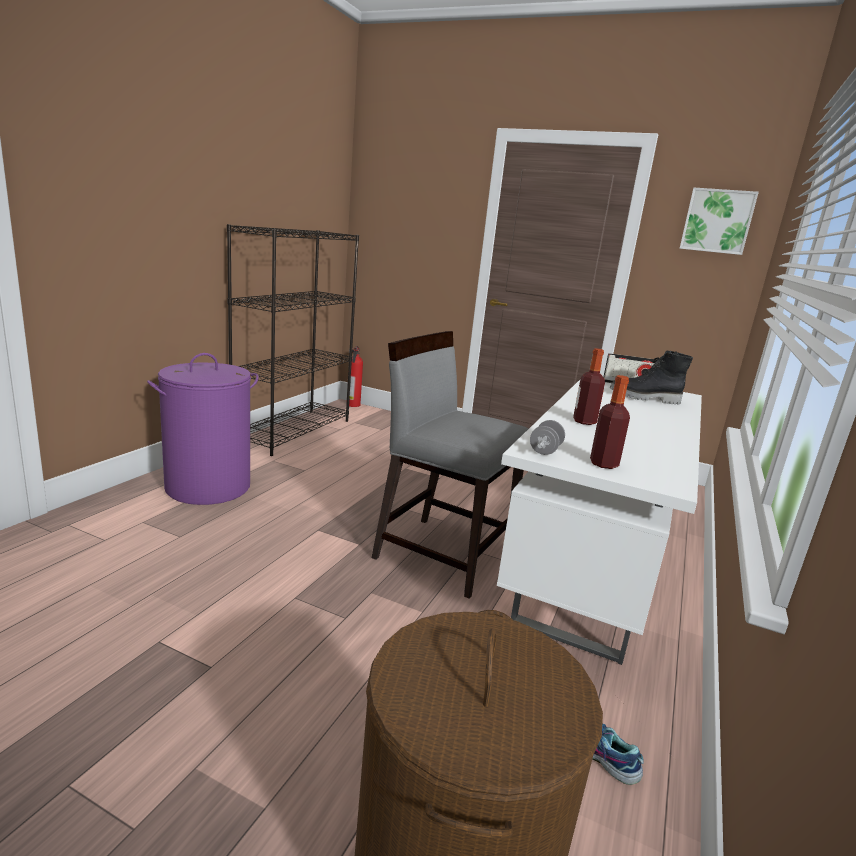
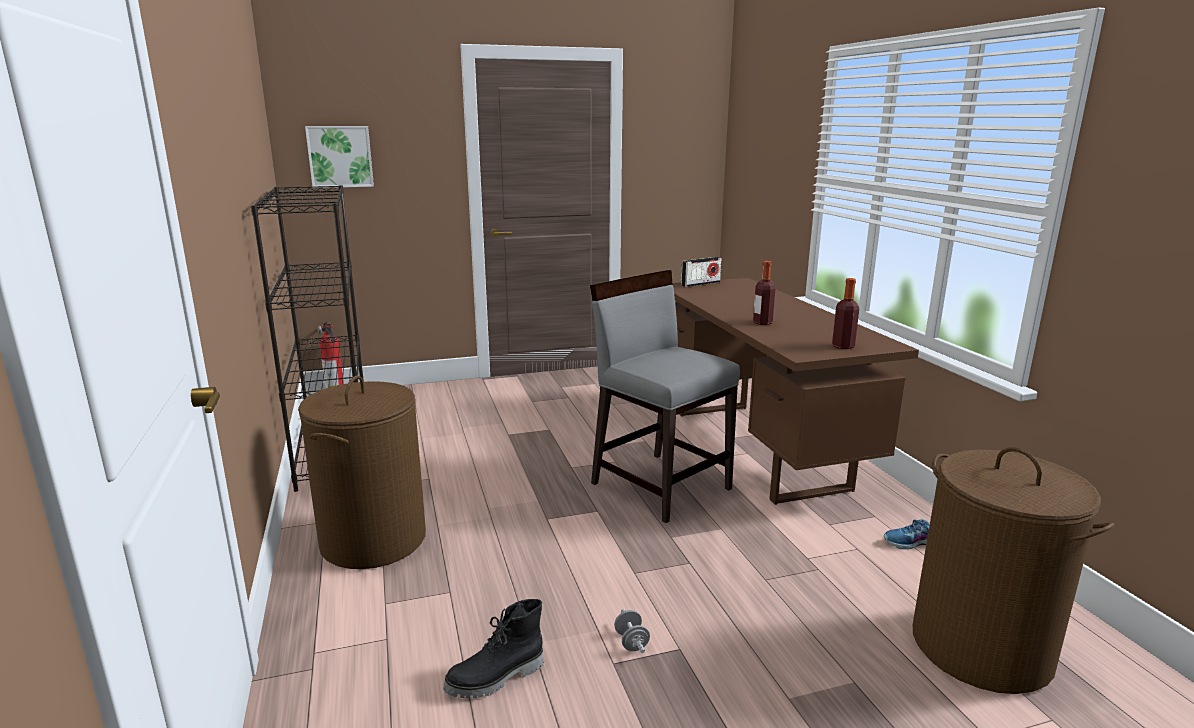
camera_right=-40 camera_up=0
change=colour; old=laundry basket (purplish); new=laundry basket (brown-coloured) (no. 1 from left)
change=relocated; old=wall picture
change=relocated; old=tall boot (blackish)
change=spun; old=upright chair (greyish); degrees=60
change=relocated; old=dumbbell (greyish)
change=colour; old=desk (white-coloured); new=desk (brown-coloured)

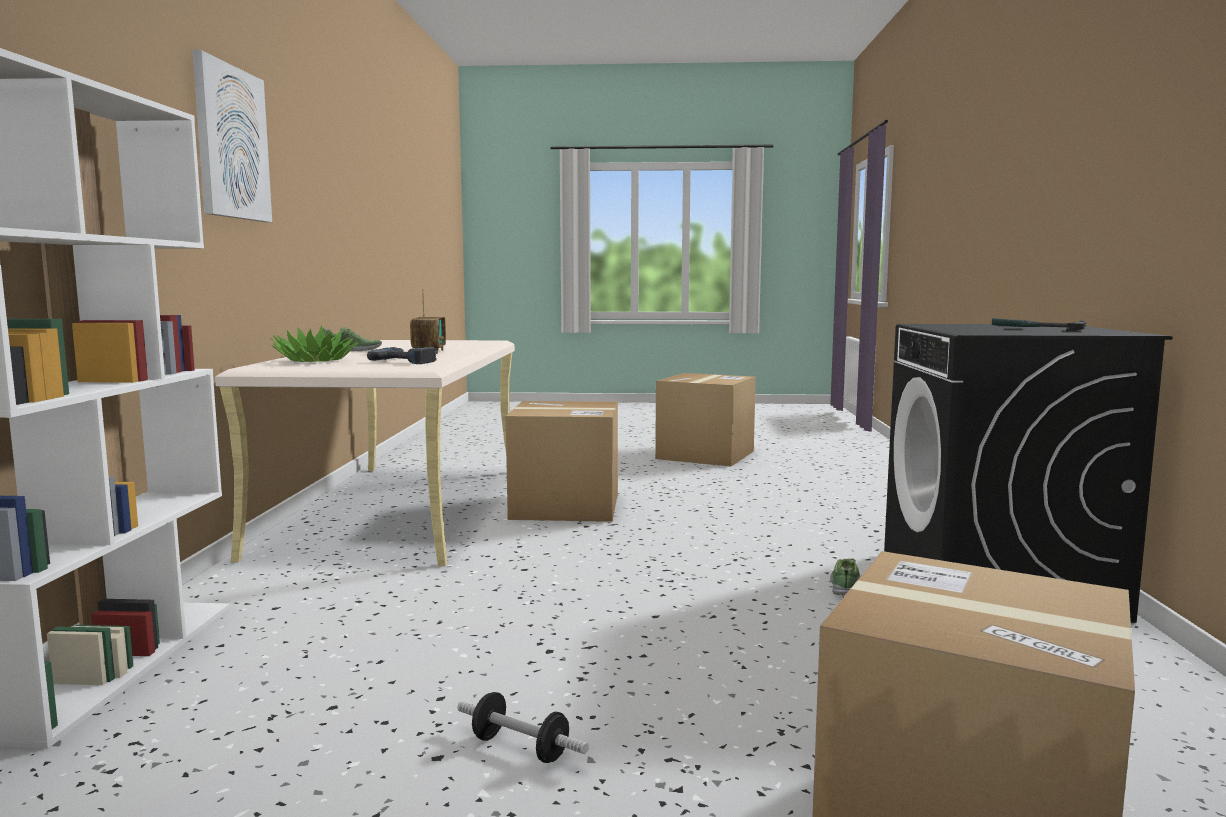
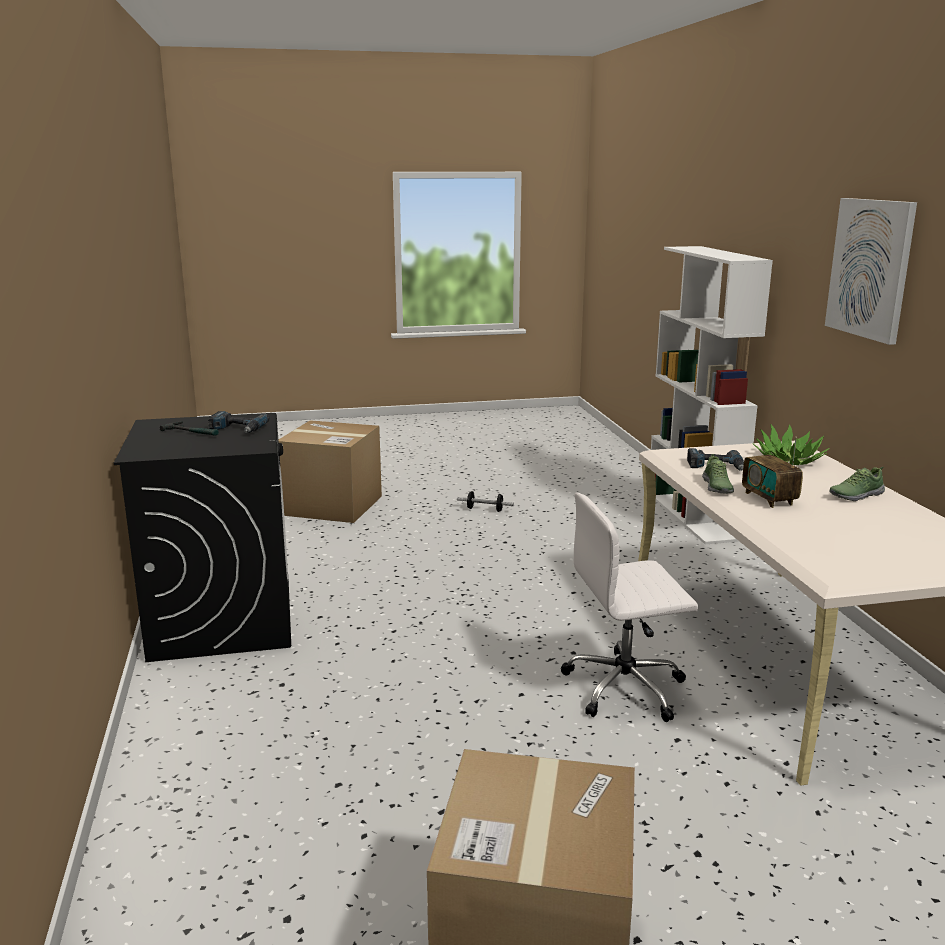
camera_right=165 camera_up=10
change=appeared; new=drill (no. 1 from left)
change=exchanged; old=carton (no. 1 from left); new=office chair (white-coloured)
change=relocated; old=shoe (no. 2 from left in the first image); new=shoe (no. 1 from left)

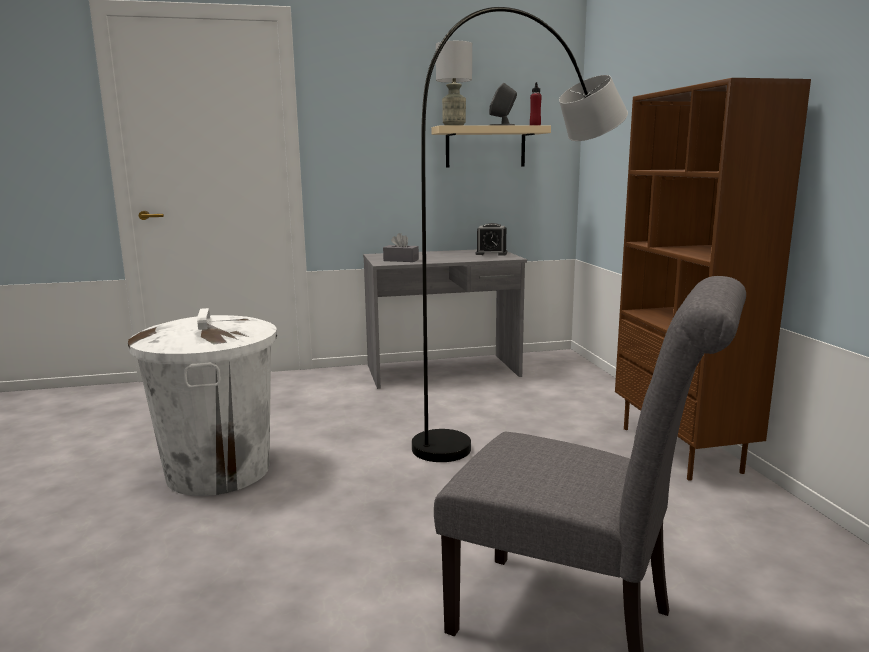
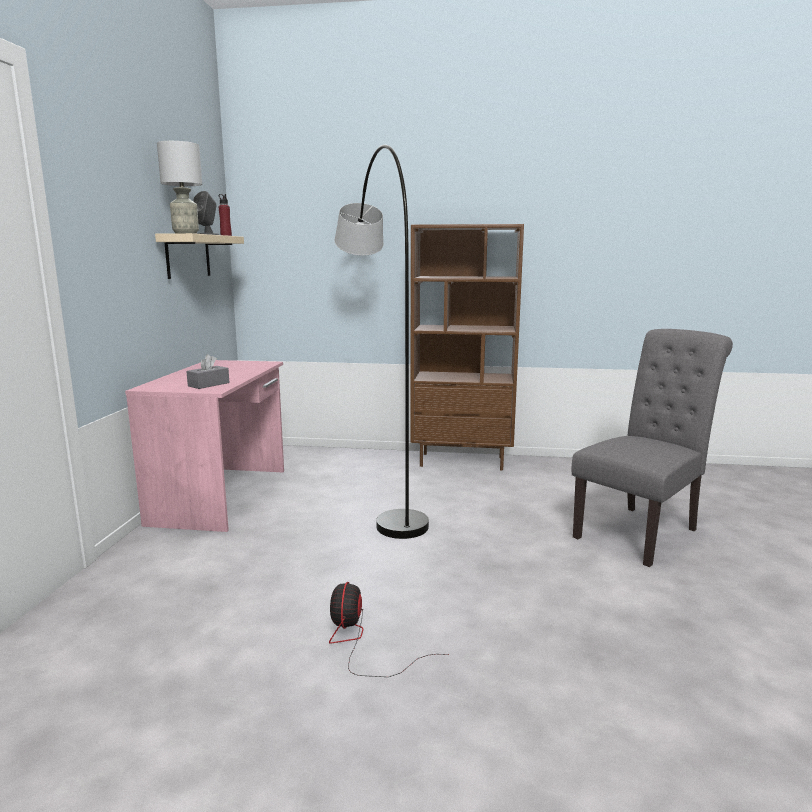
camera_right=-70 camera_up=0
change=colour; old=desk (greyish); new=desk (pink)
change=exchanged; old=waste bin (white-coloured); new=electric fan
change=missing; old=bedside clock

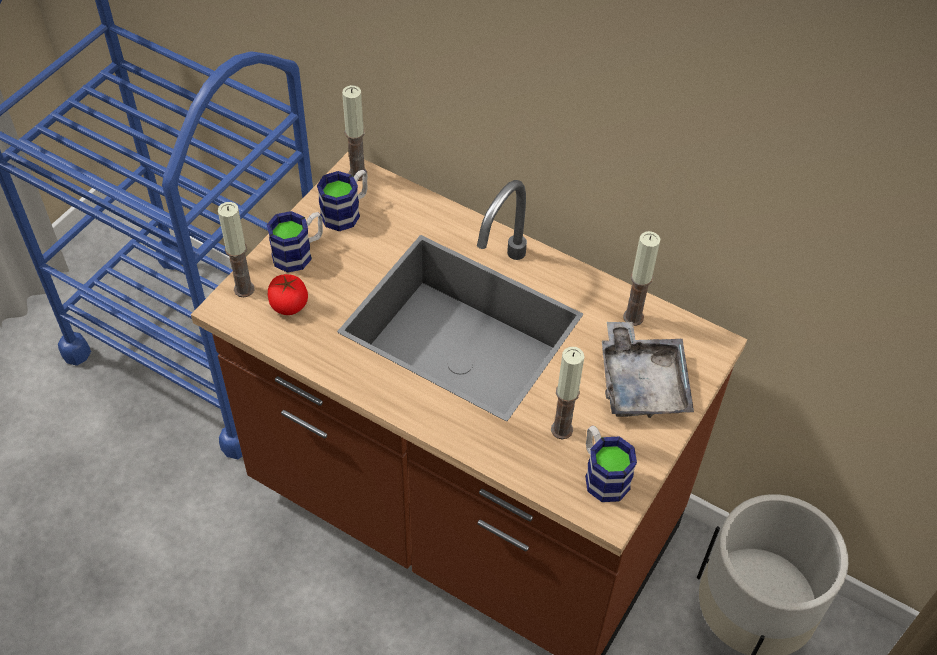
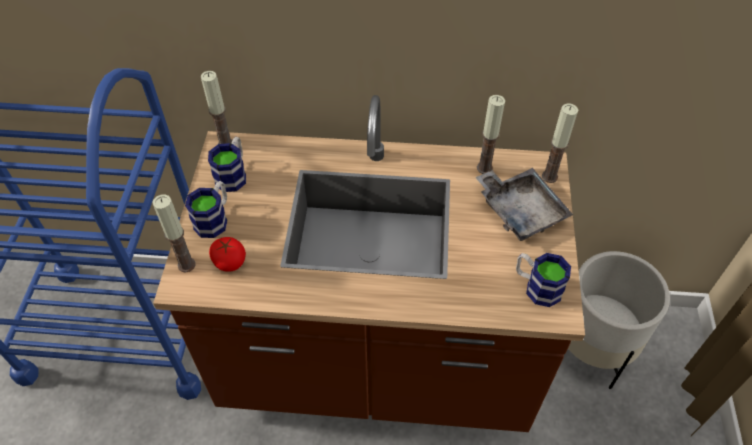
camera_right=-25 camera_up=0
change=relocated; old=candle (no. 3 from left in the first image); new=candle (no. 4 from left)

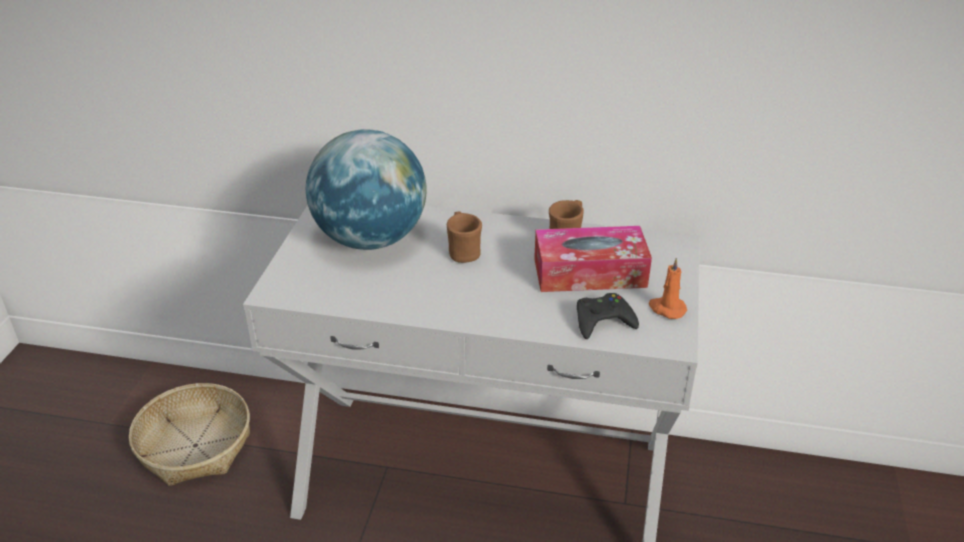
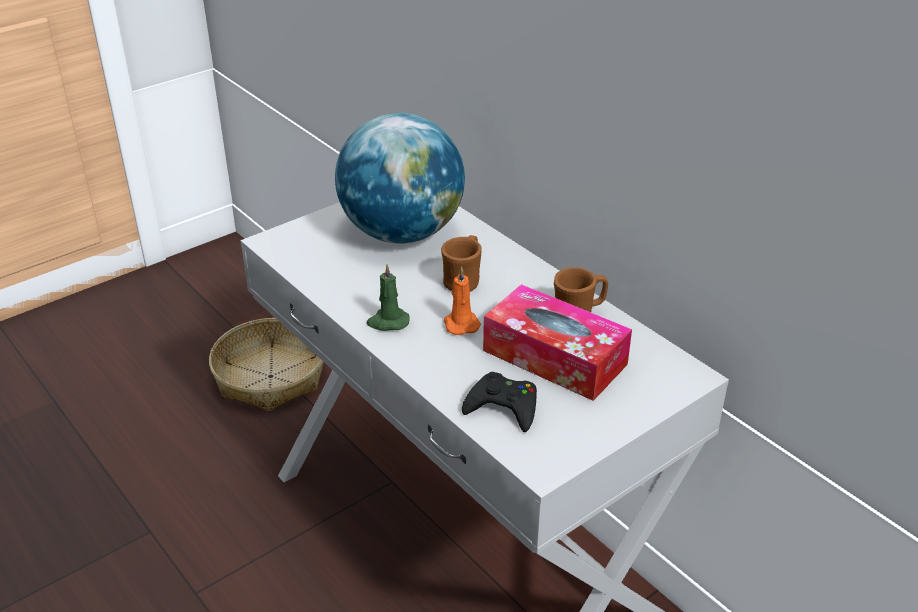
camera_right=40 camera_up=0
change=appeared; new=candle (green-coloured)
change=relocated; old=candle (orange)

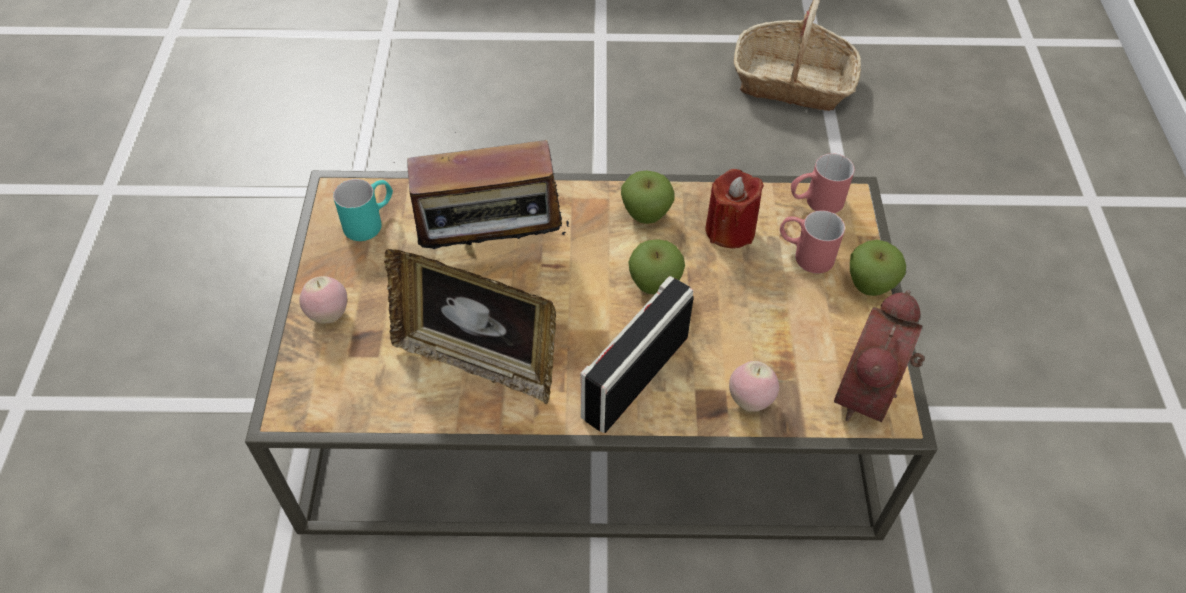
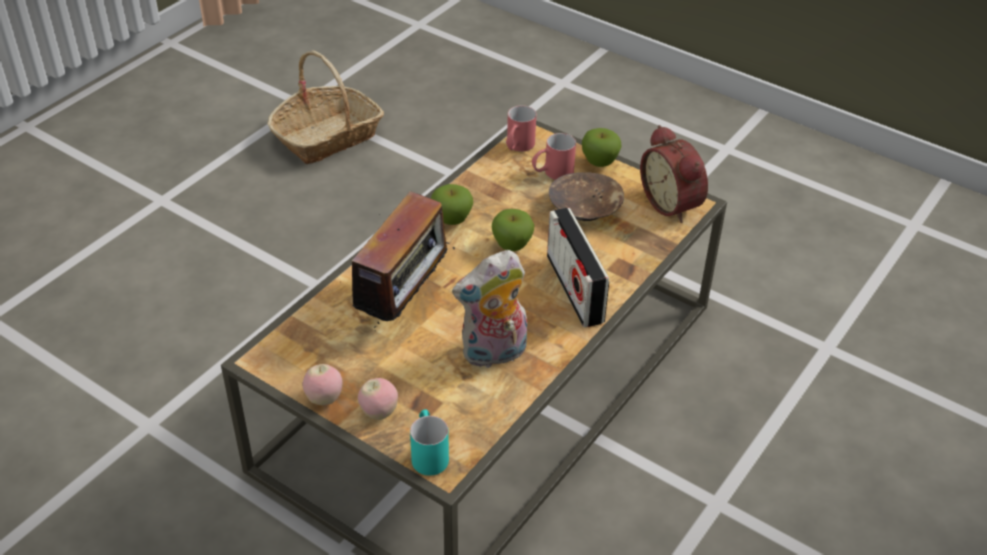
camera_right=-55 camera_up=-10
change=relocated; old=apple (no. 4 from left in the first image); new=apple (no. 1 from left)
change=relocated; old=coffee mug (blue-green)
change=exchanged; old=picture frame; new=cuddly toy
change=appeared; new=deep dish (brown-coloured)
change=missing; old=candle (red)

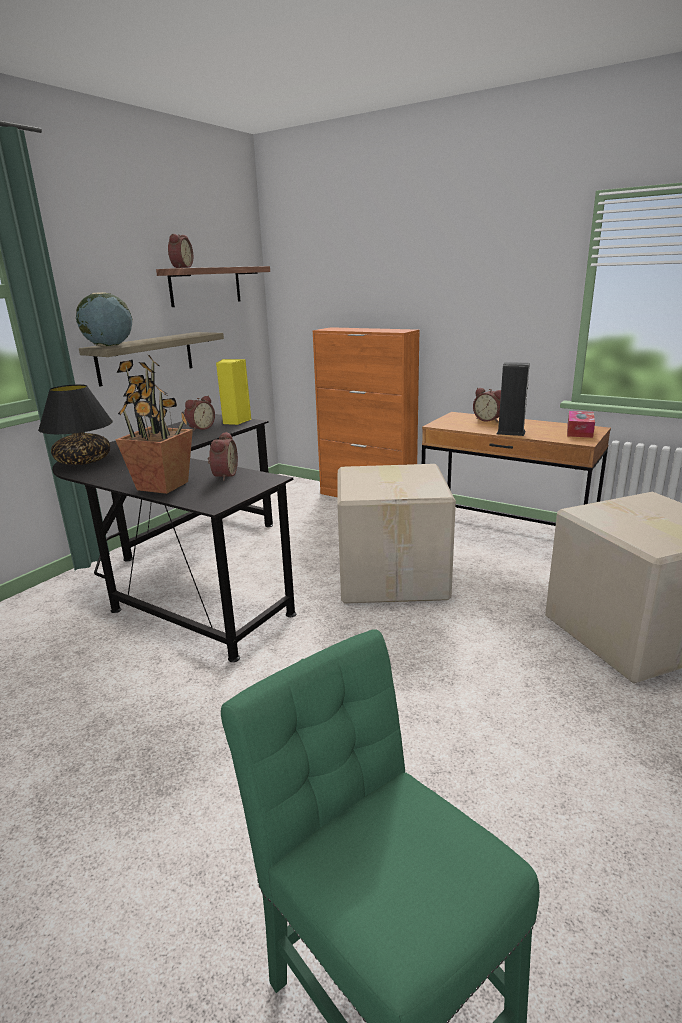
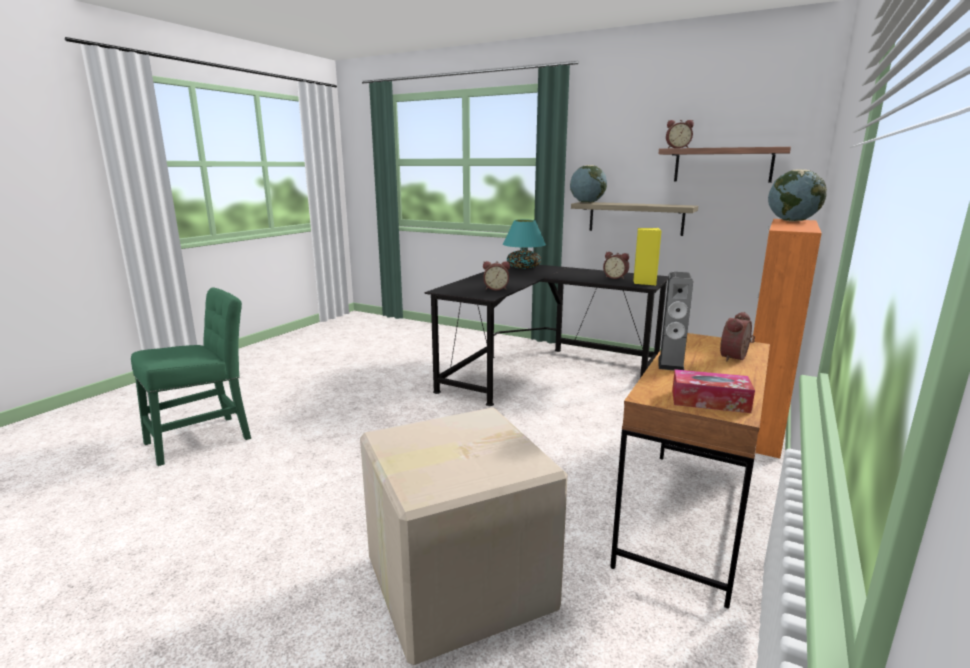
camera_right=85 camera_up=-5
change=colour; old=table lamp (blackish); new=table lamp (blue-green)
change=appeared; new=world globe (no. 2 from left)
change=missing; old=houseplant
change=missing; old=carton (no. 1 from left)

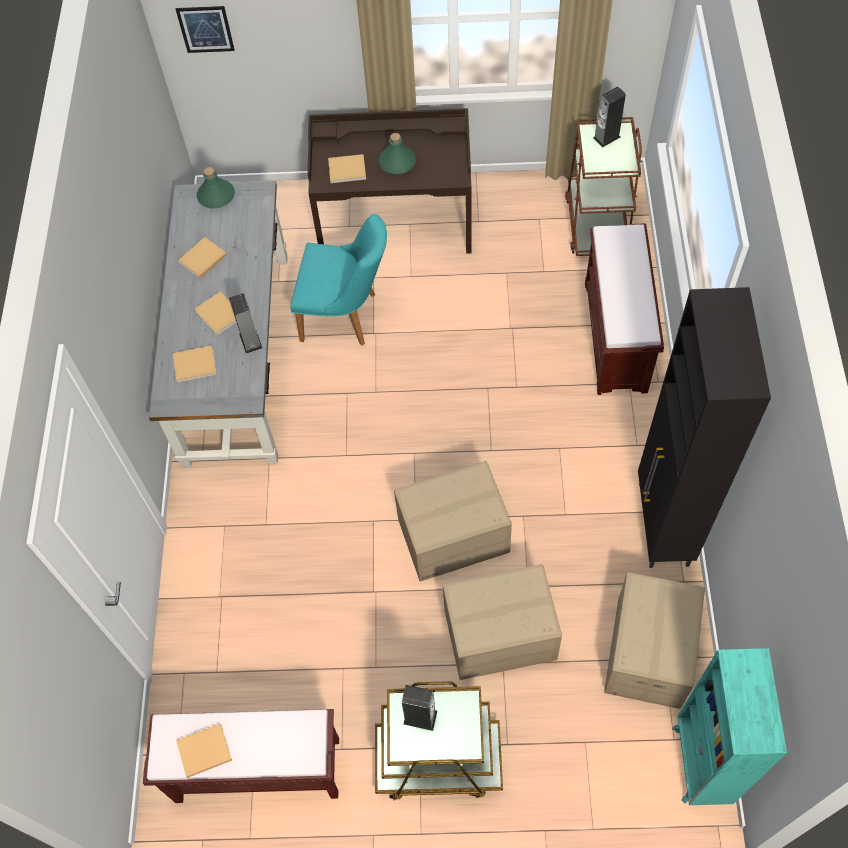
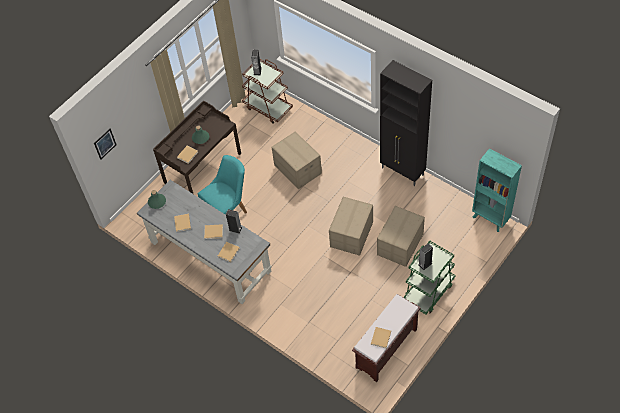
camera_right=-50 camera_up=-5
change=relocated; old=carton (no. 3 from left in the first image); new=carton (no. 1 from left)
change=colour; old=trolley (brown-coloured) (no. 1 from left); new=trolley (green-coloured)
change=missing; old=bench (brown-coloured) (no. 2 from left)

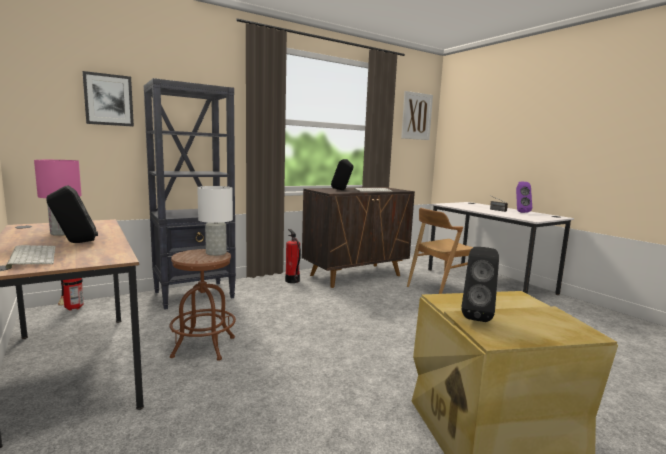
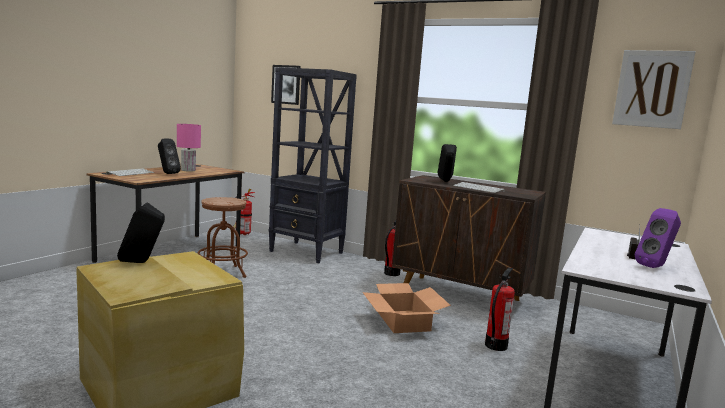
camera_right=60 camera_up=0
change=appeared; new=carton
change=exchanged; old=upright chair (brown-coloured); new=extinguisher (no. 3 from left)
change=missing; old=table lamp (white-coloured)

